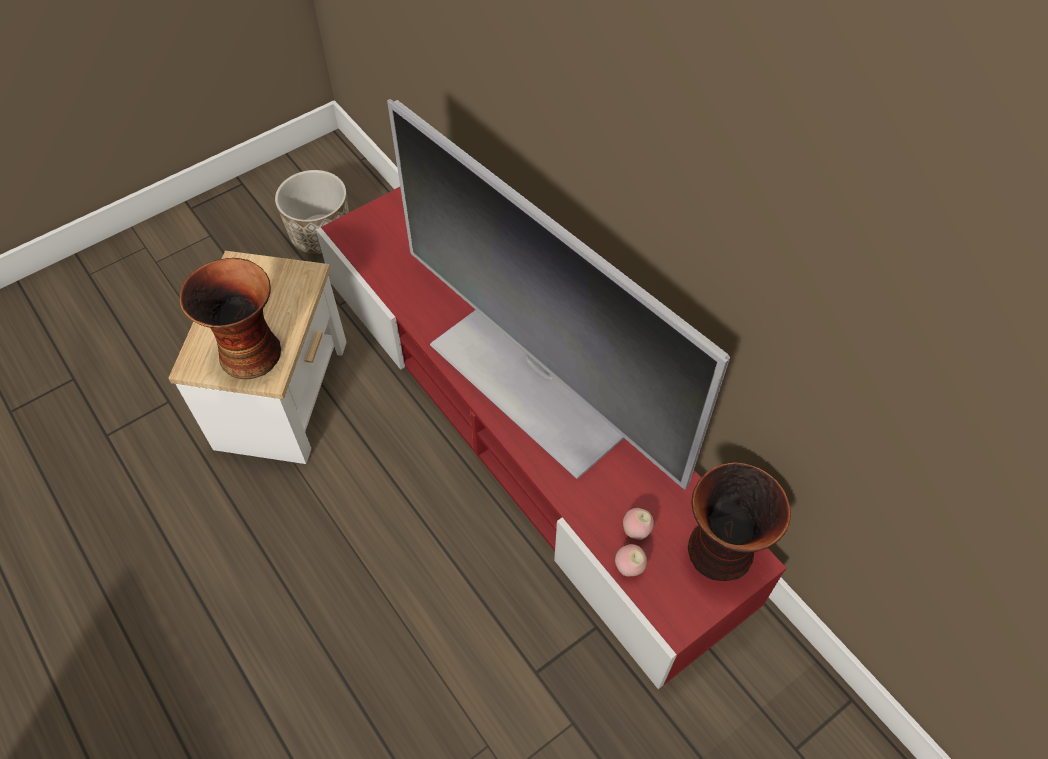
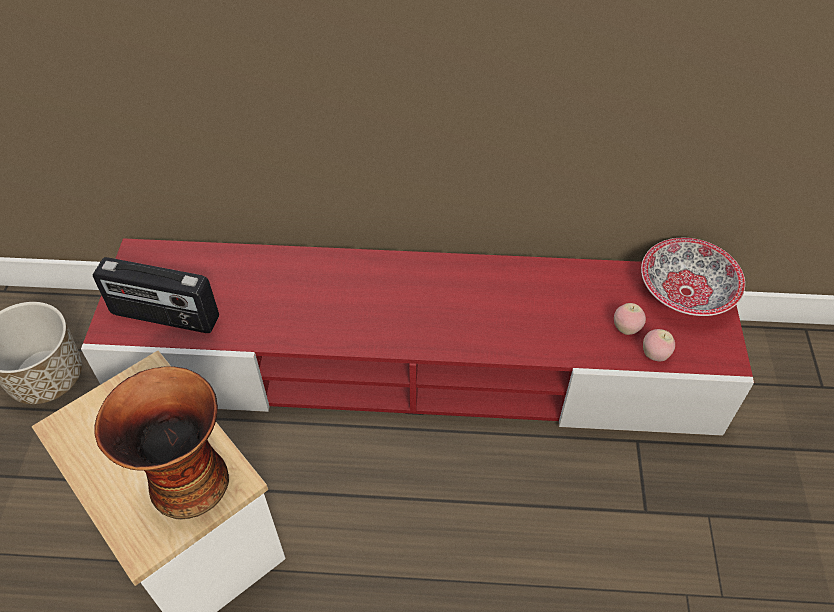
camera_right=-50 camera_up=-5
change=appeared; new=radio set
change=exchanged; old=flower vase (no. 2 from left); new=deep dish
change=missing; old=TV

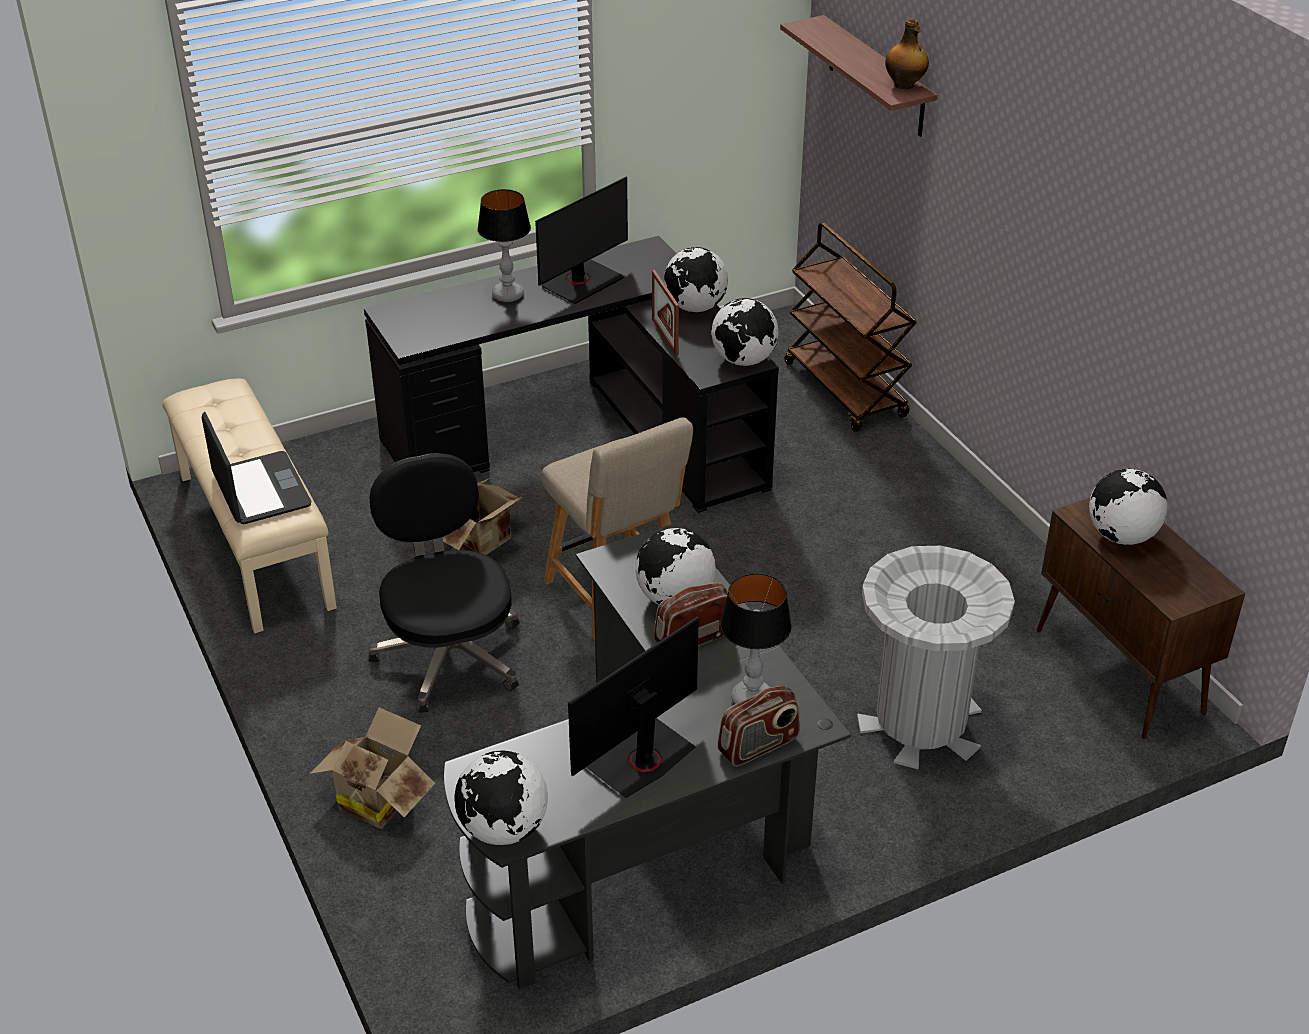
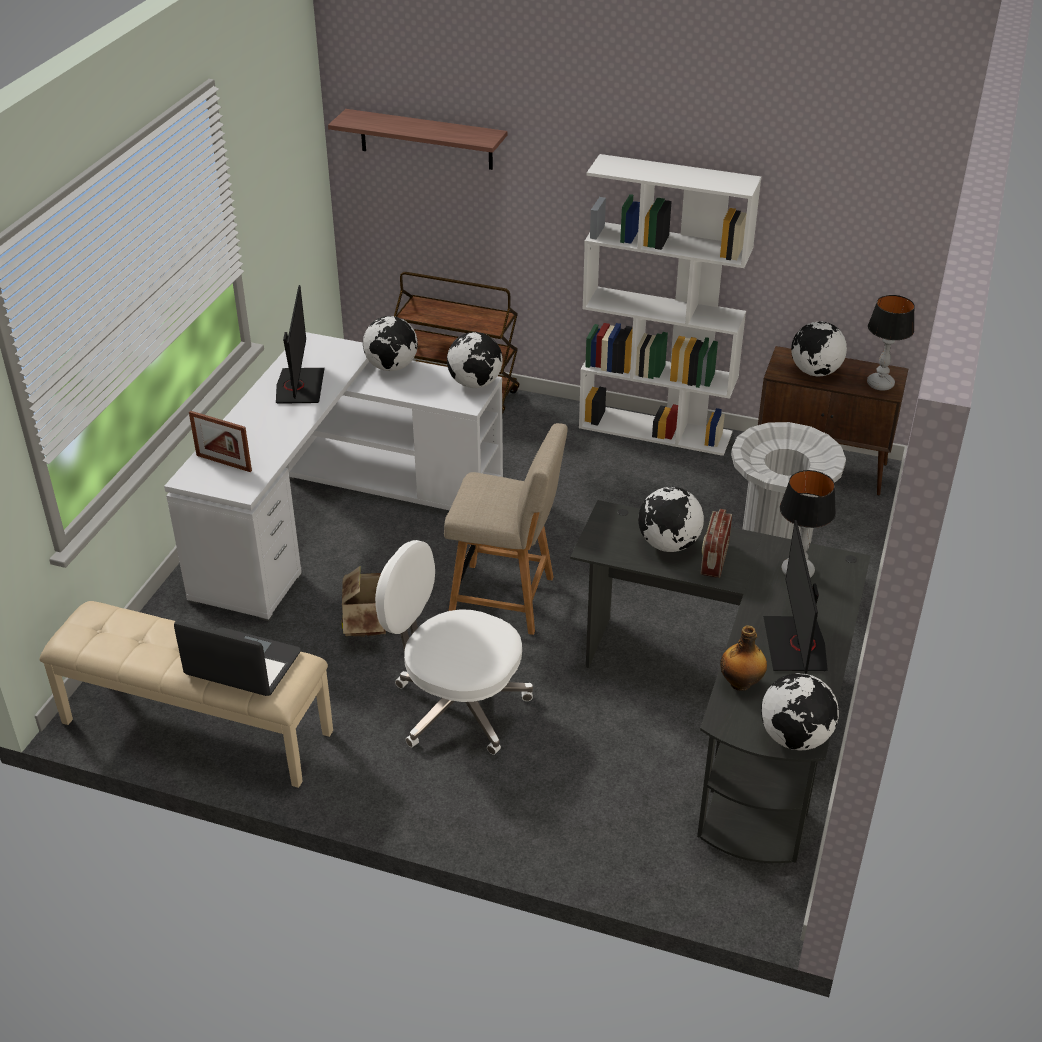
camera_right=-45 camera_up=0
change=colour; old=desk (blackish) (no. 1 from left); new=desk (white-coloured)
change=relocated; old=picture frame
change=colour; old=office chair (blackish); new=office chair (white-coloured)
change=appeared; new=shelving unit (white-coloured)
change=relocated; old=bottle
change=relocated; old=table lamp (no. 1 from left in the first image); new=table lamp (no. 2 from left)
change=missing; old=carton (no. 1 from left)
change=missing; old=radio set (no. 2 from left)

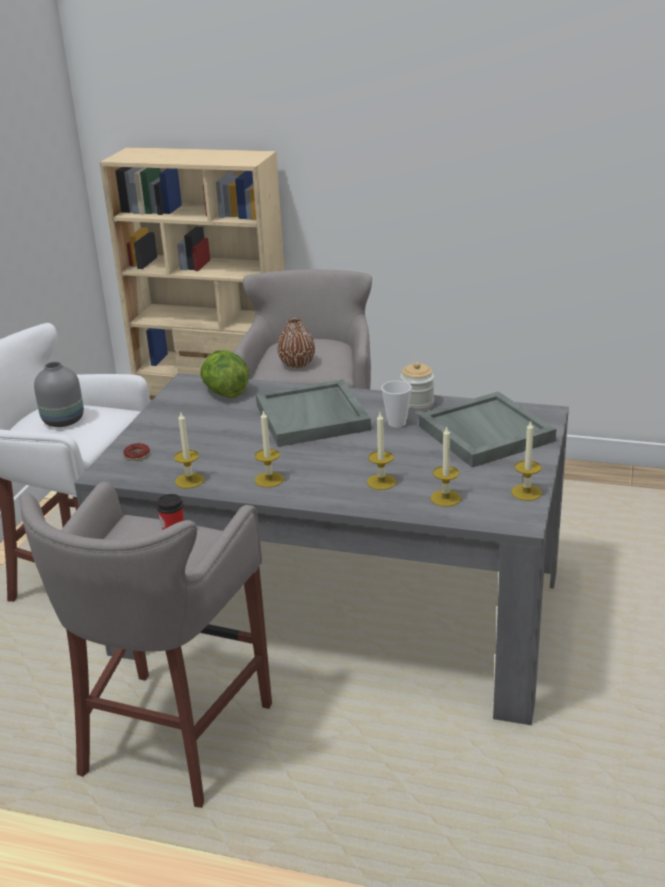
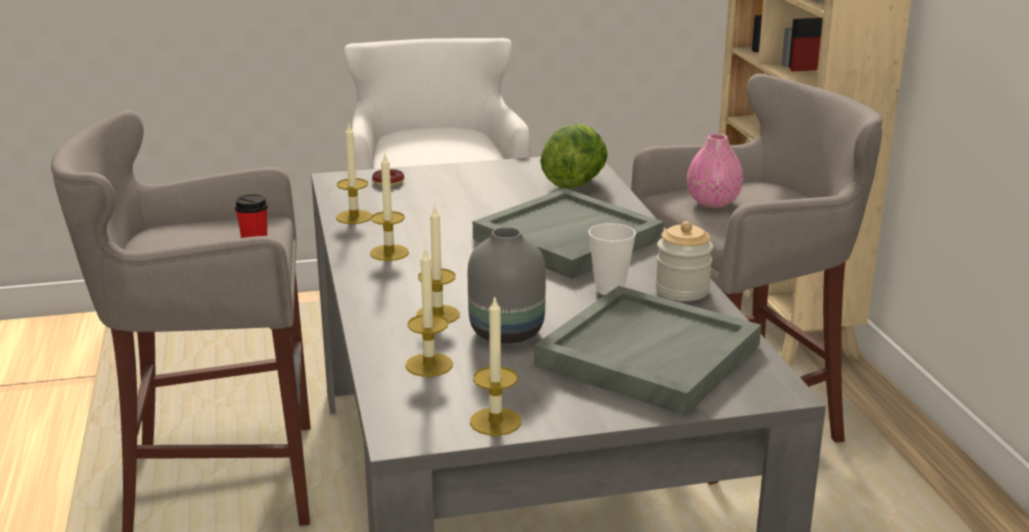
camera_right=60 camera_up=-5
change=relocated; old=flower vase (greyish)
change=colour; old=flower vase (brown-coloured); new=flower vase (pink)

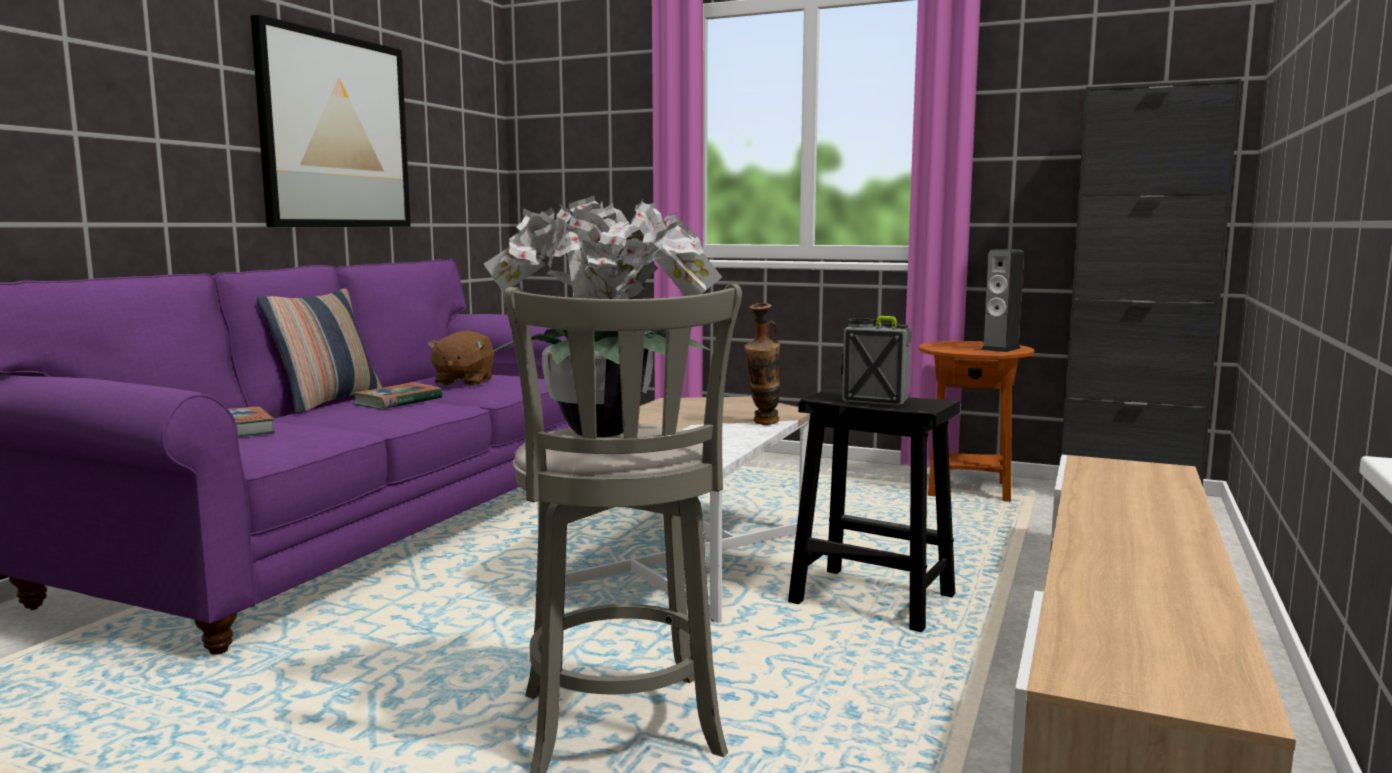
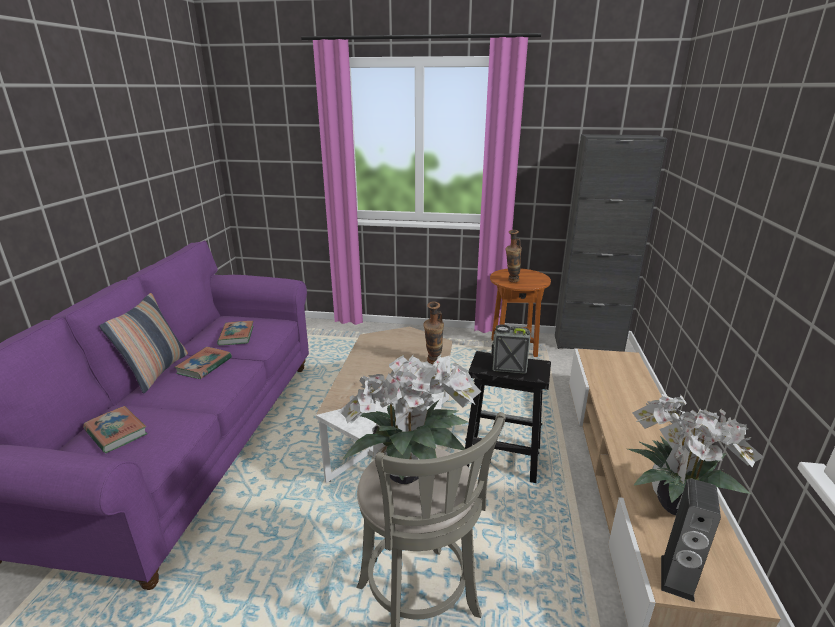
camera_right=-15 camera_up=15
change=exchanged; old=cuddly toy (brown-coloured); new=volume (no. 3 from left)
change=appeared; new=flower vase (no. 2 from left)
change=appeared; new=houseplant (no. 2 from left)
change=relocated; old=speaker
change=missing; old=wall picture

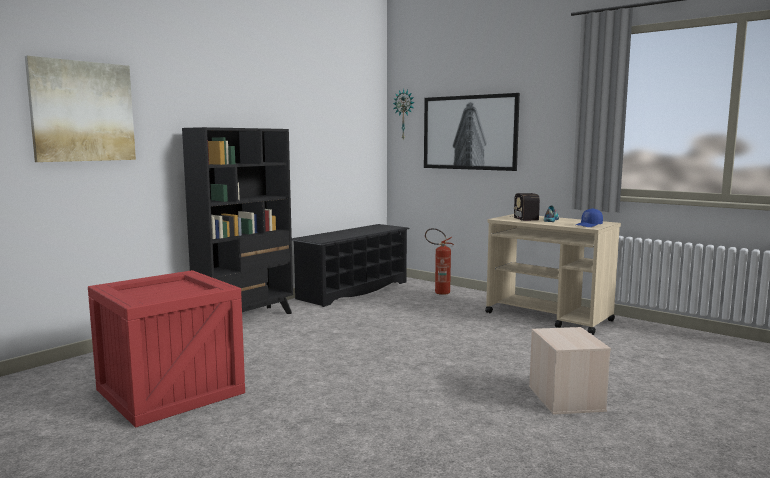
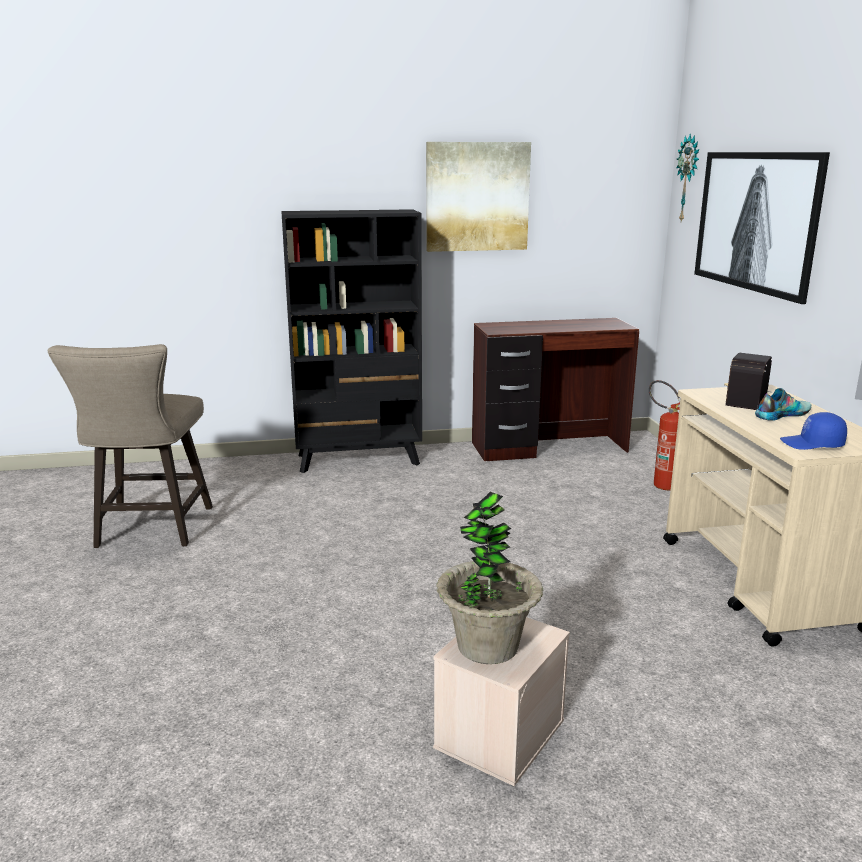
camera_right=40 camera_up=10
change=exchanged; old=shipping crate; new=sitting stool (beige)
change=relocated; old=wall picture (no. 1 from left)
change=appeared; new=houseplant
change=exchanged; old=shoe rack (blackish); new=desk (brown-coloured)

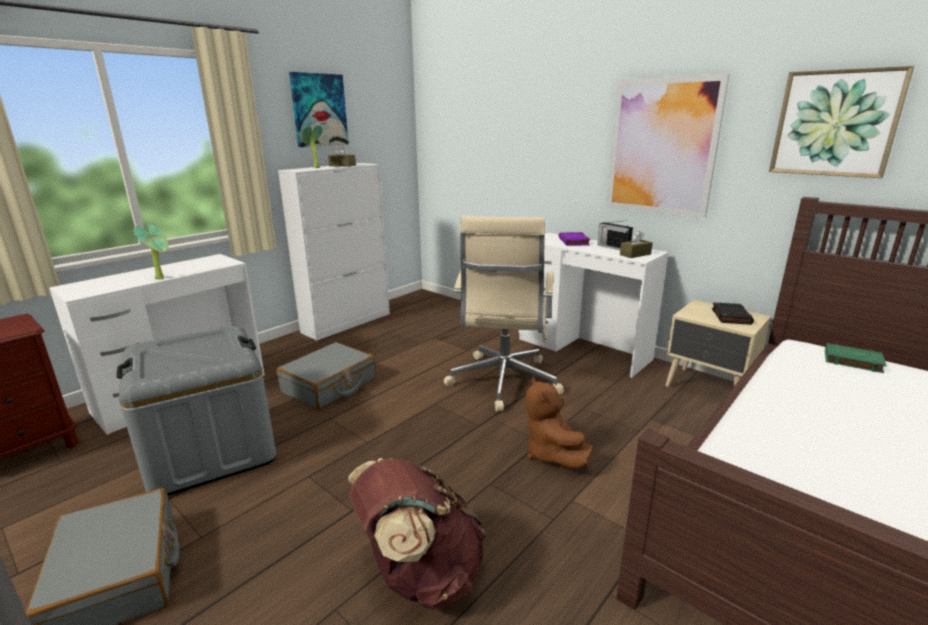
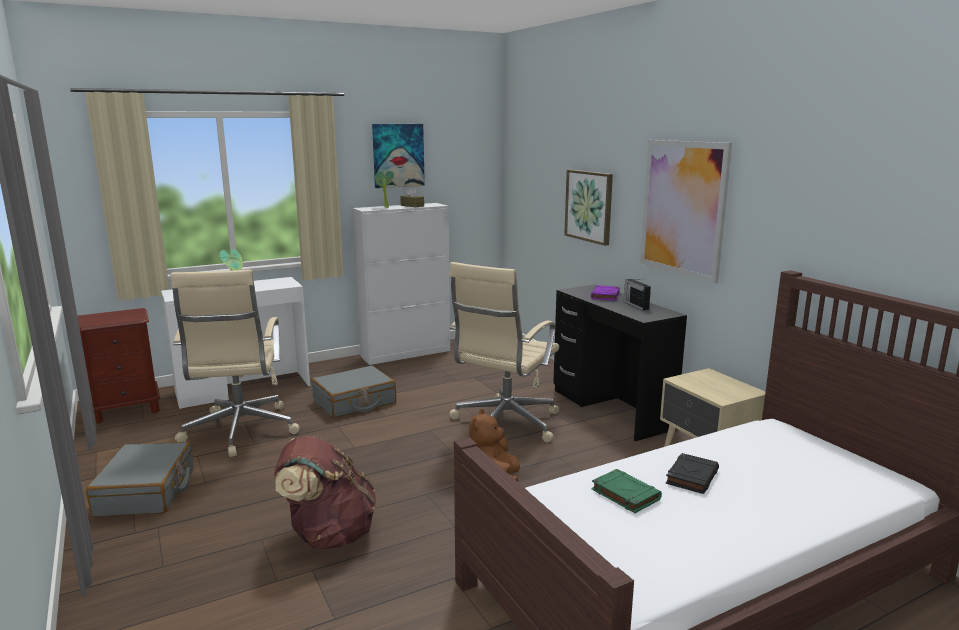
camera_right=20 camera_up=-5
change=exchanged; old=storage box (greyish); new=office chair (beige) (no. 1 from left)
change=colour; old=desk (white-coloured) (no. 2 from left); new=desk (blackish)
change=relocated; old=wall picture (no. 3 from left in the first image); new=wall picture (no. 2 from left)
change=relocated; old=volume (green-coloured)
change=relocated; old=volume (blackish)
change=missing; old=tissue box (brown-coloured) (no. 2 from left)

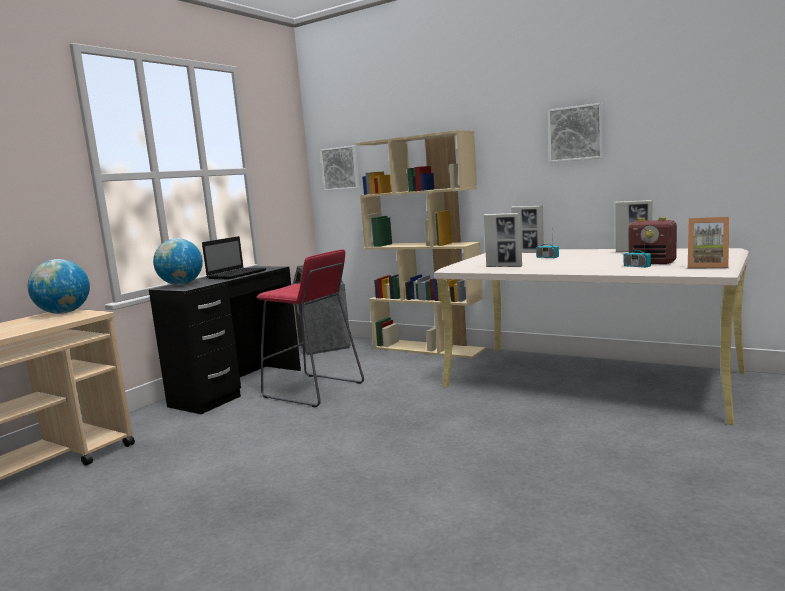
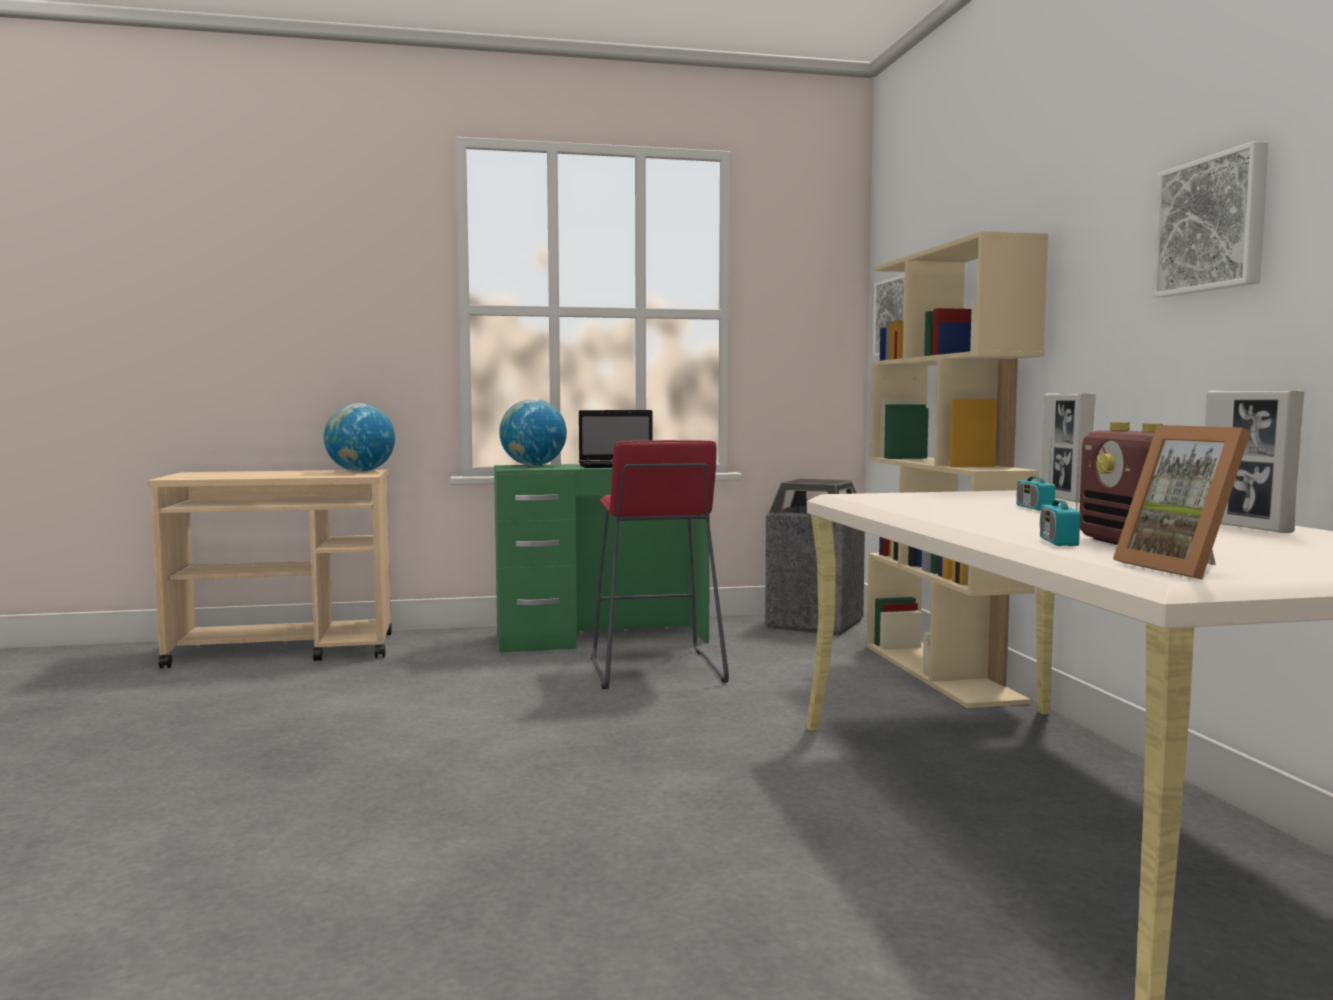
camera_right=45 camera_up=-5
change=colour; old=desk (blackish); new=desk (green-coloured)
change=missing; old=picture frame (no. 1 from left)

